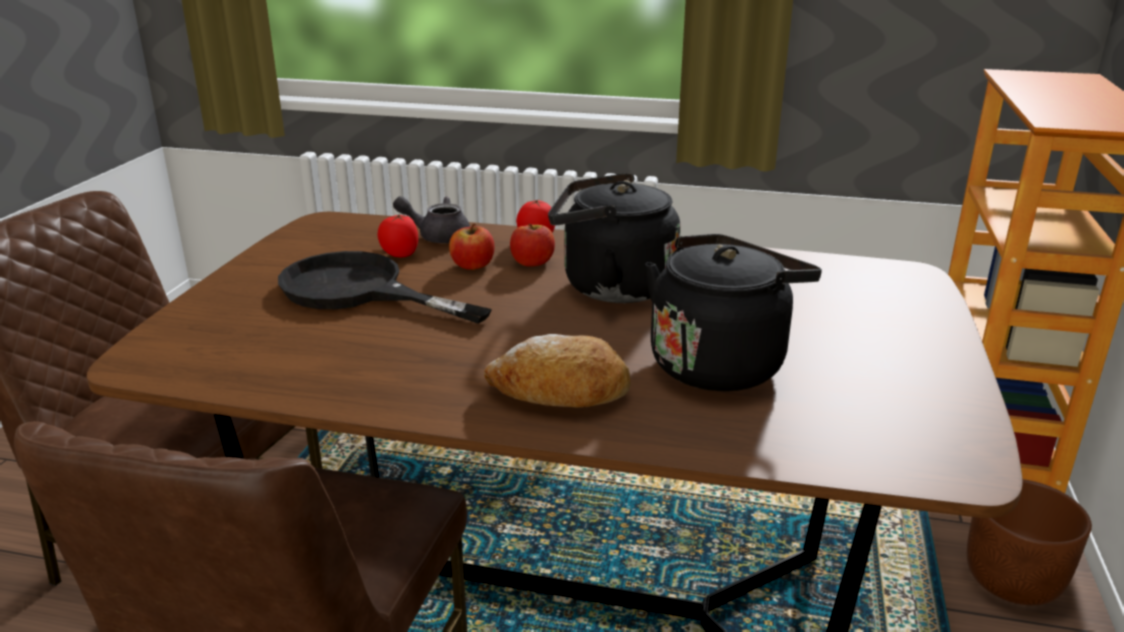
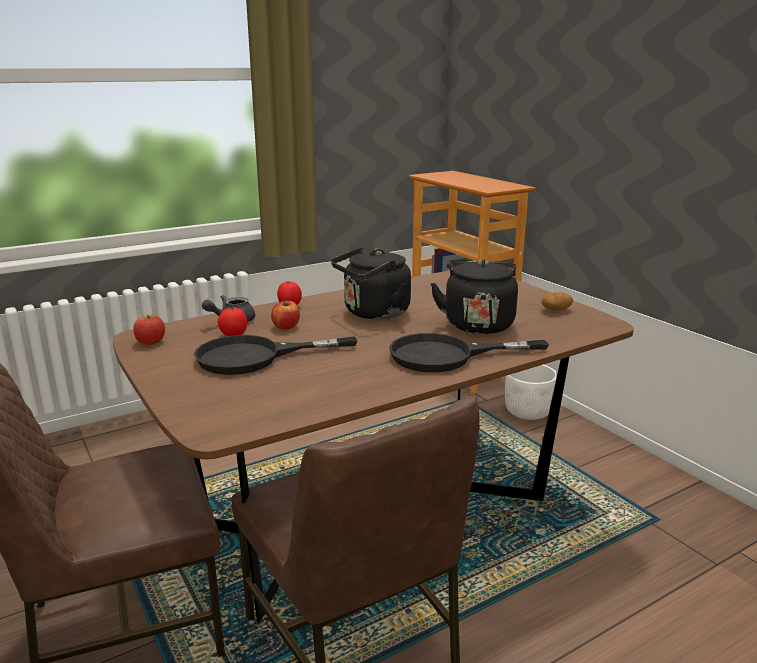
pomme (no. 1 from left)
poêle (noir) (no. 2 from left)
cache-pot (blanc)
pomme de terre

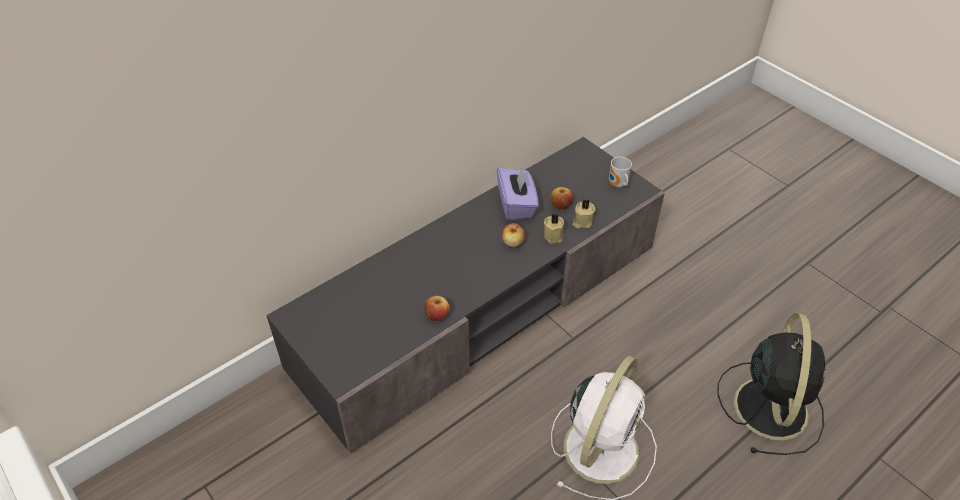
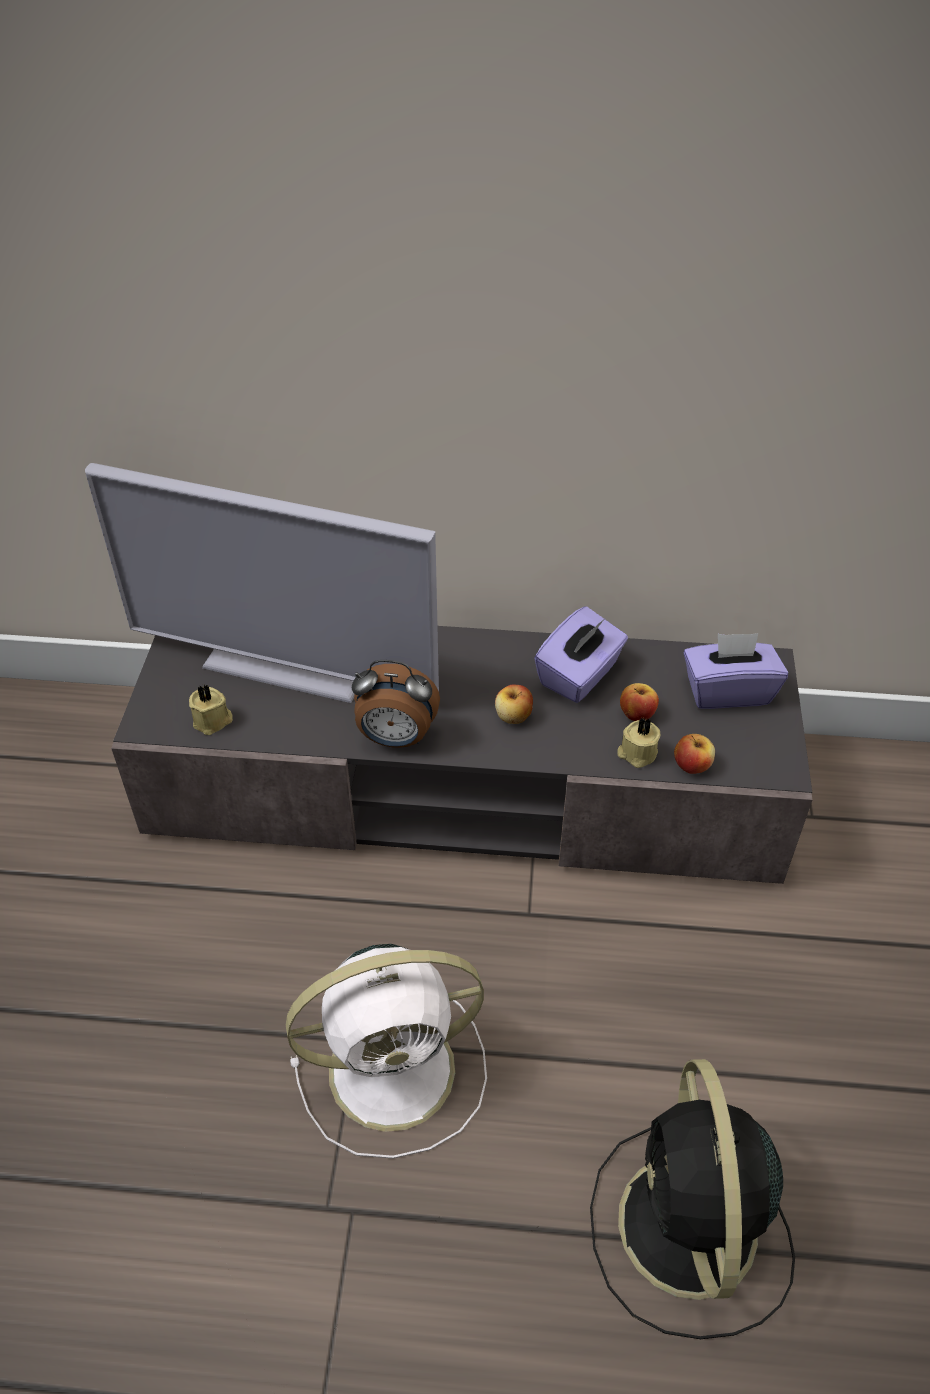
téléviseur
bougie (beige) (no. 1 from left)
réveil
ventilateur (noir)
pomme (no. 3 from left)
boîte à mouchoirs (violet) (no. 2 from left)
mug

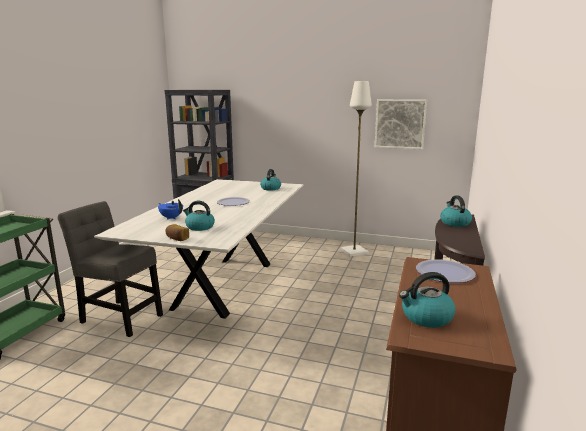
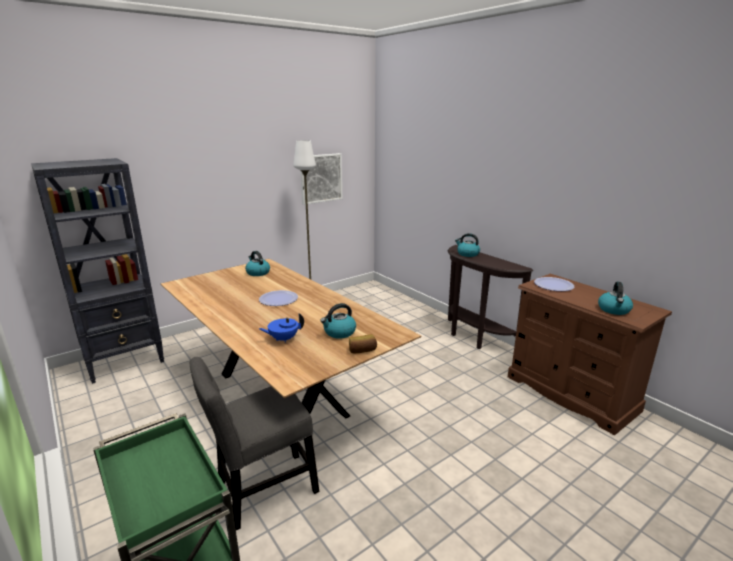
table à manger (marron)

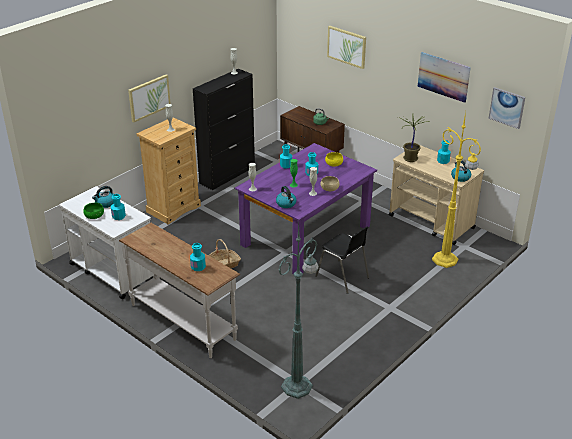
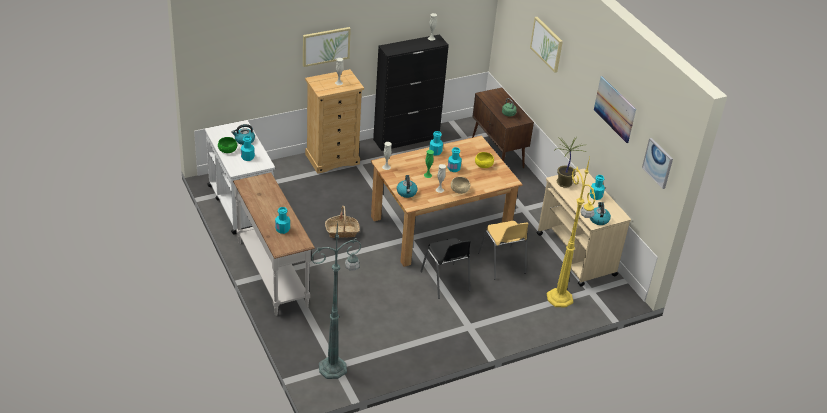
table à manger (marron)
chaise (jaune)

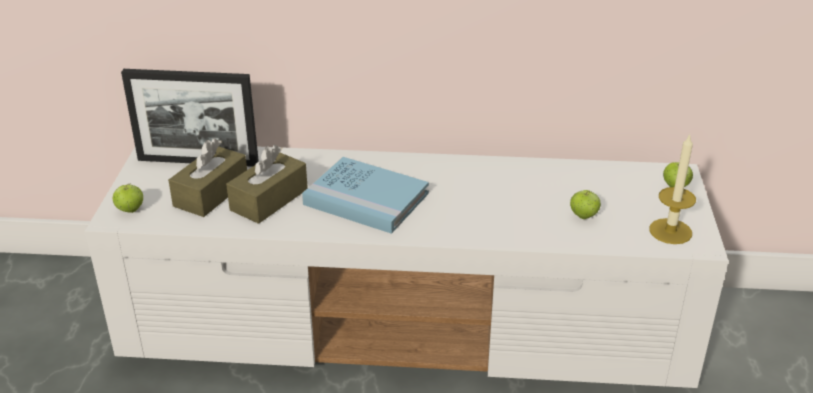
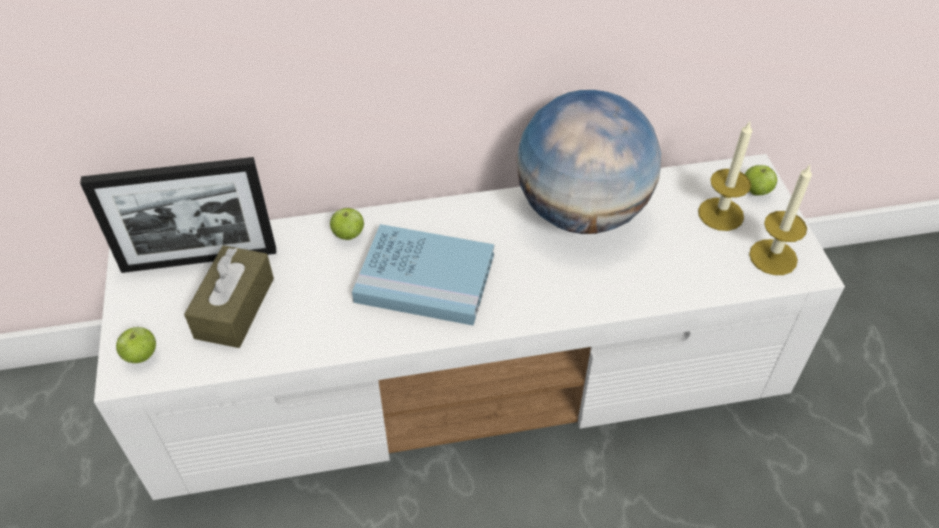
pomme (no. 2 from left)
globe
bougie (no. 1 from left)
boîte à mouchoirs (marron) (no. 2 from left in the first image)

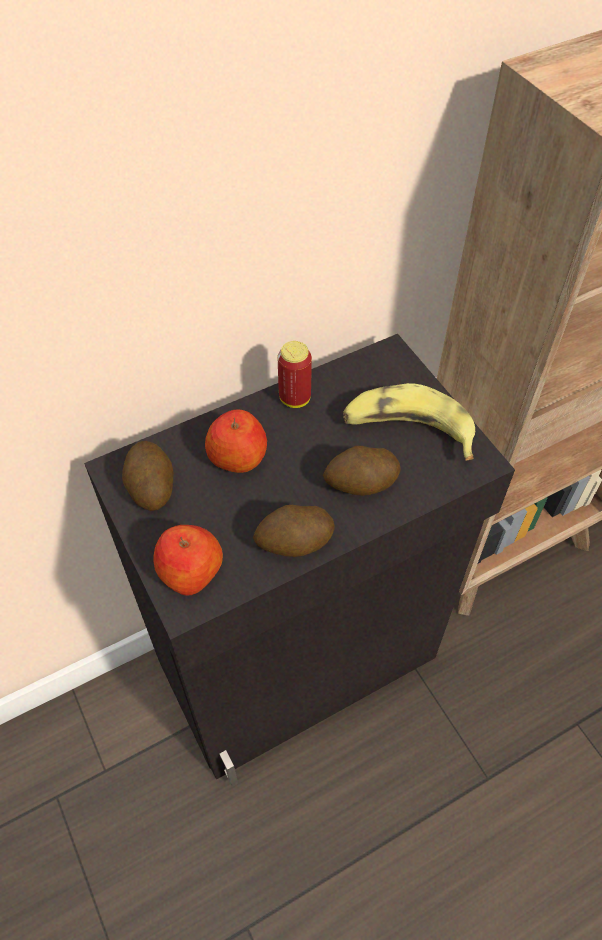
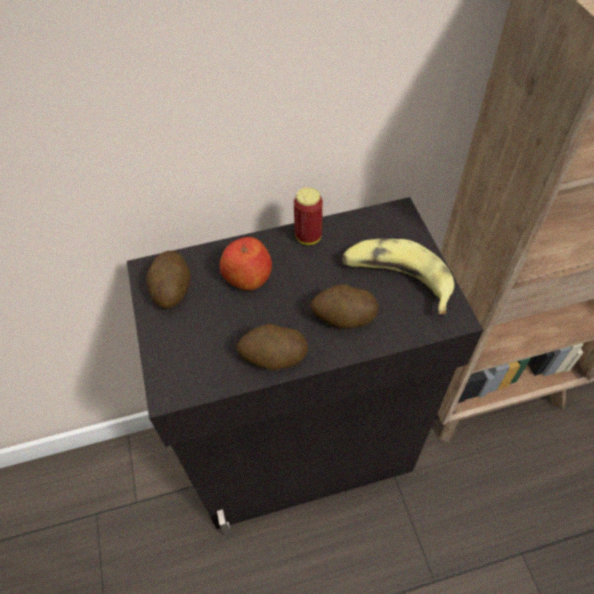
pomme (no. 1 from left in the first image)

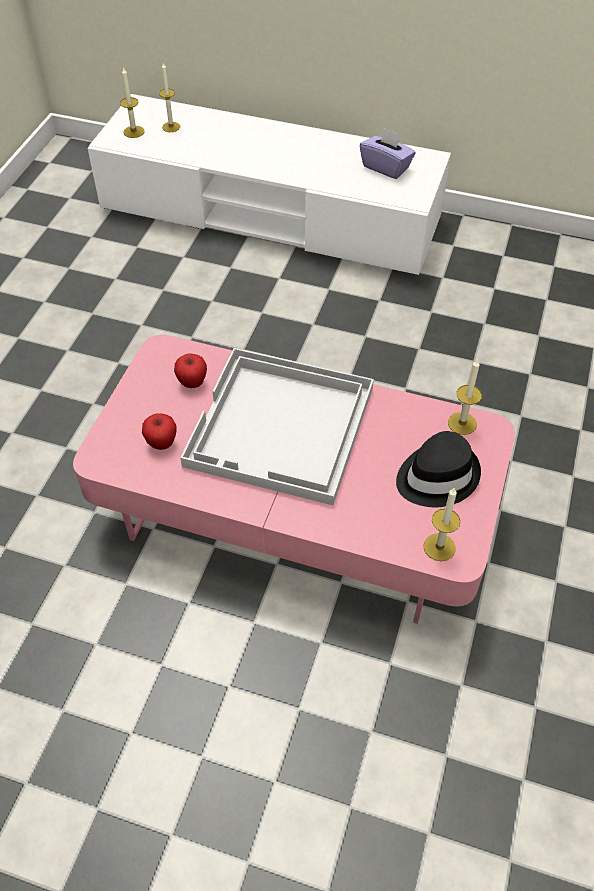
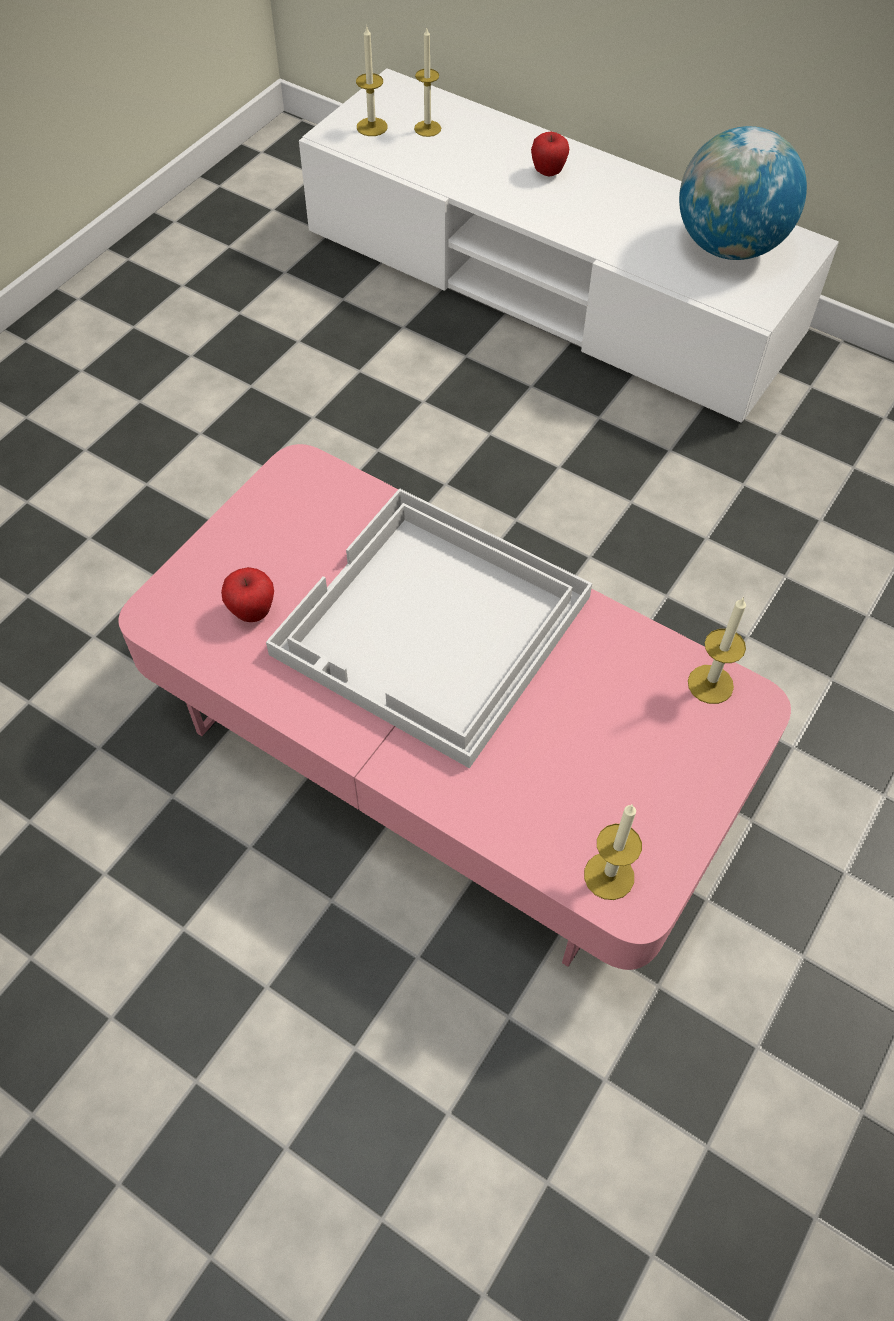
pomme (no. 2 from left)
globe
chapeau (noir)

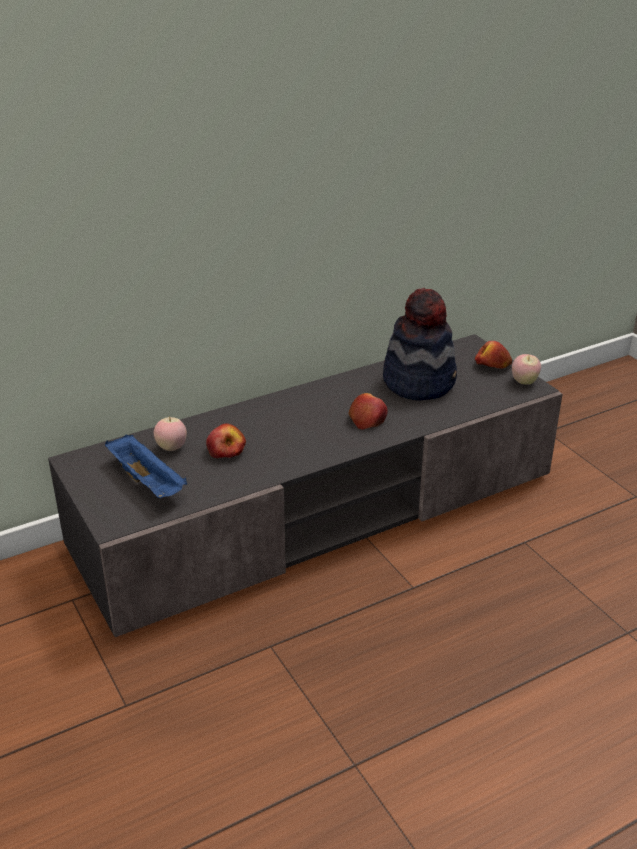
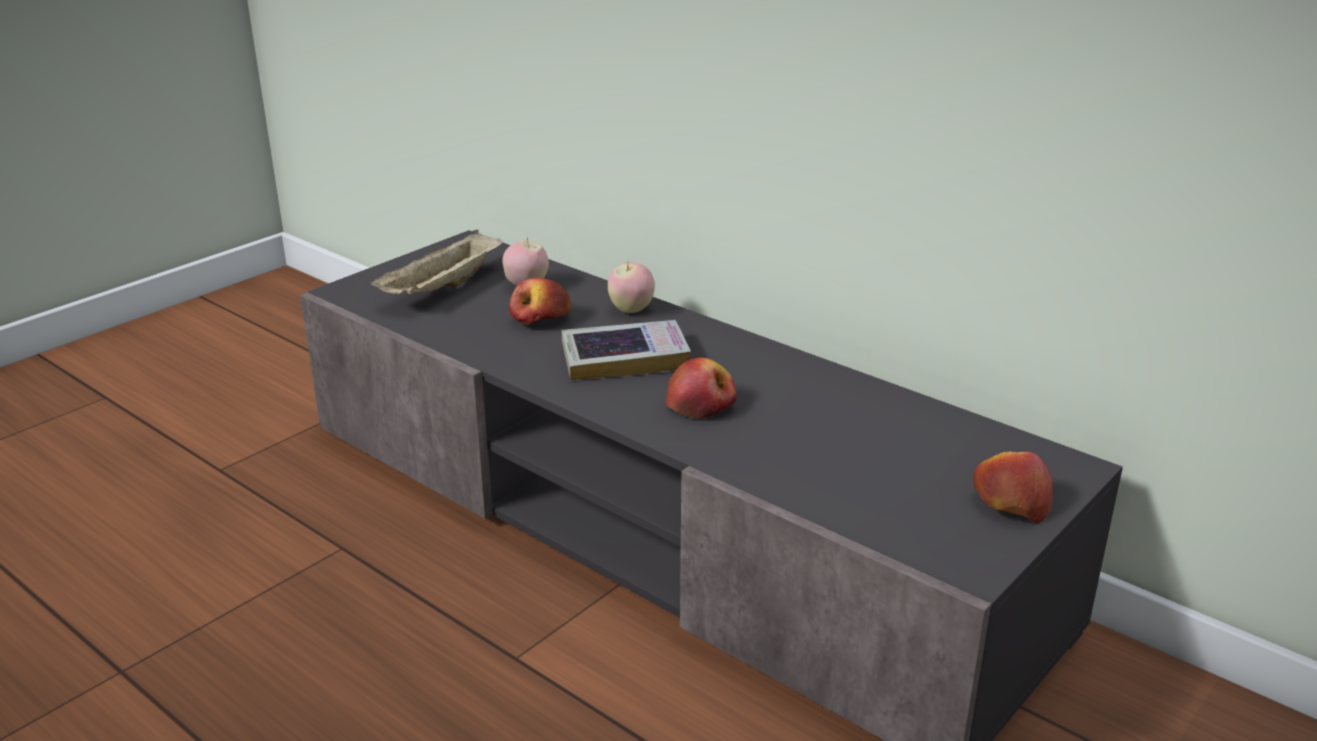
plateau (beige)
livre
pomme (no. 3 from left)
chapeau

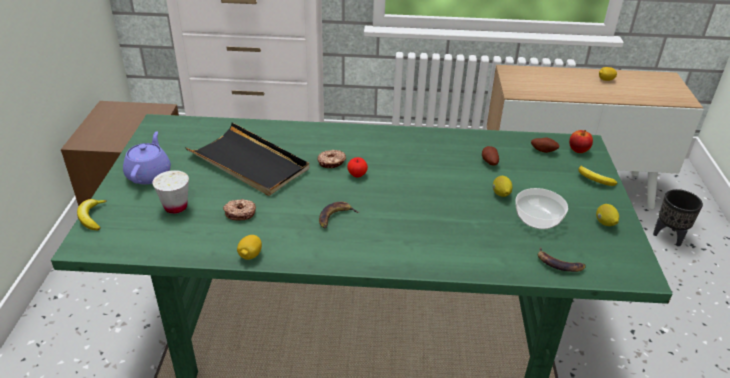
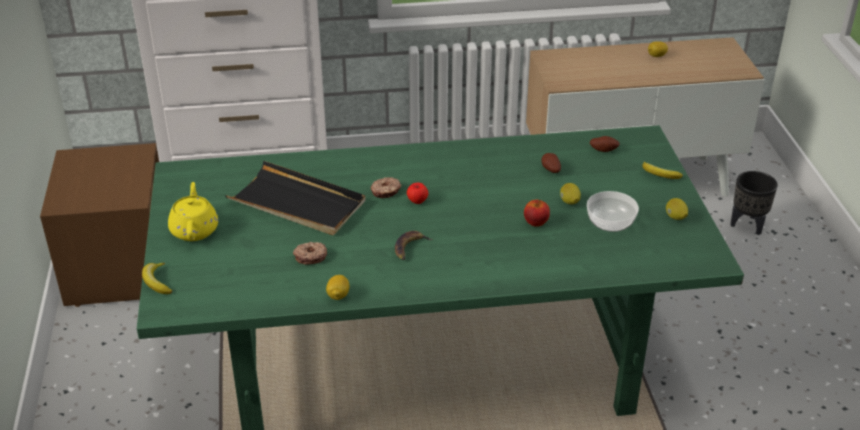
théière (jaune)
pomme (no. 2 from left)
tasse (blanc)
banane (no. 3 from left in the first image)

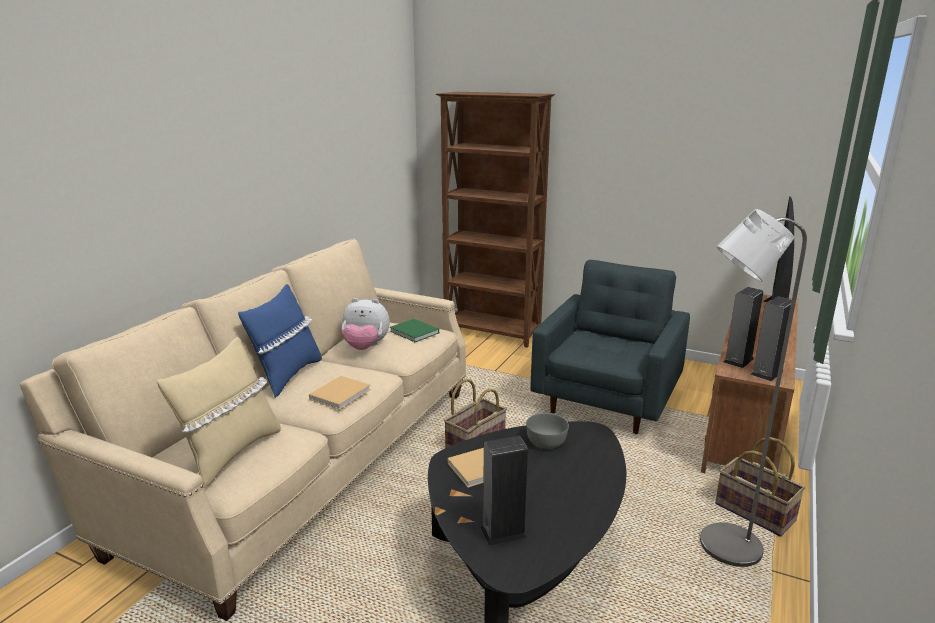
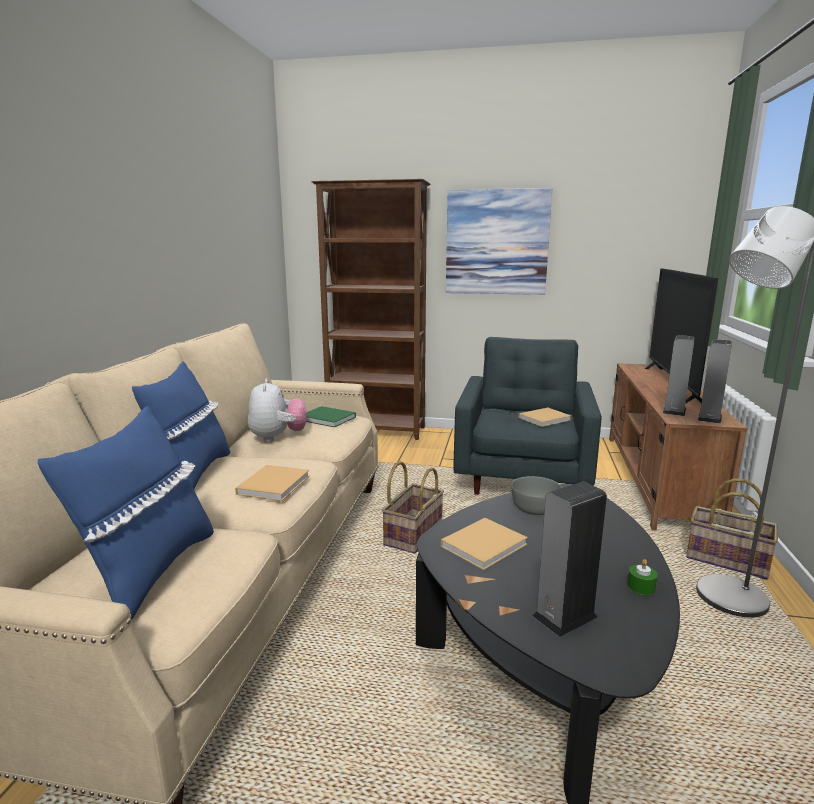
coussin (bleu) (no. 1 from left)
peluche
tableau
livre (beige) (no. 3 from left)
bougie (vert)

